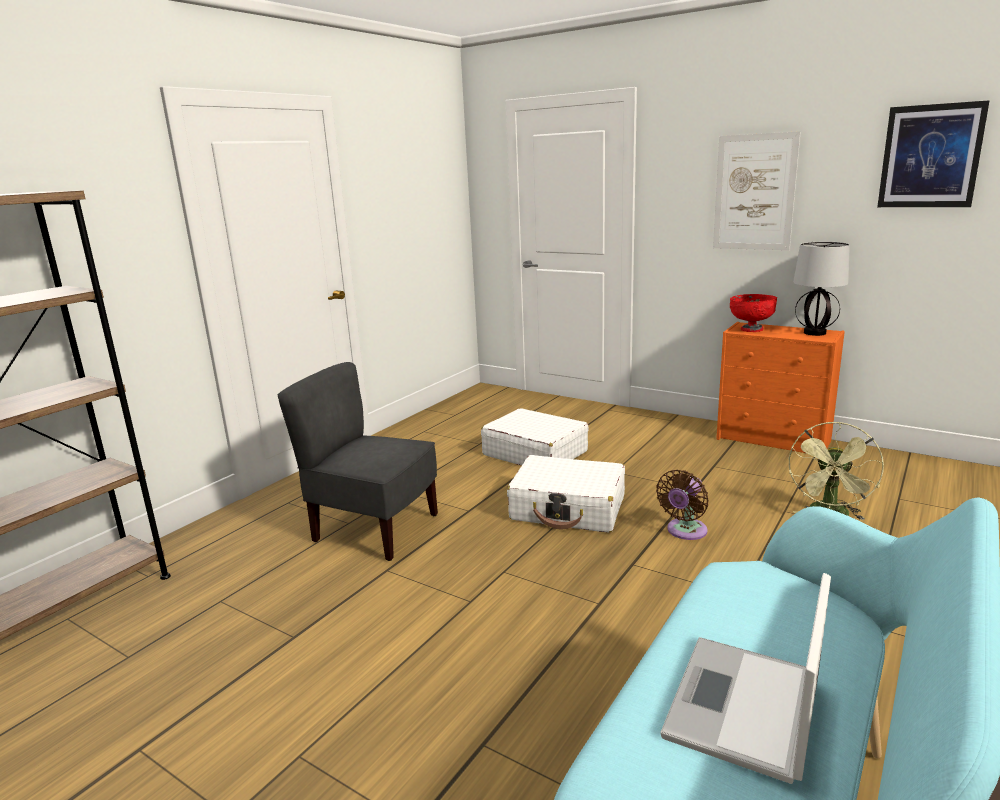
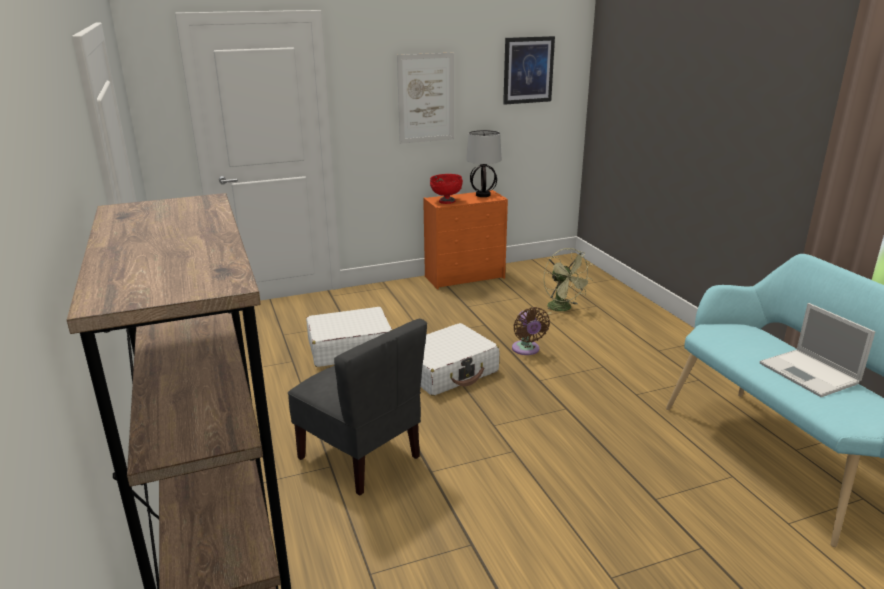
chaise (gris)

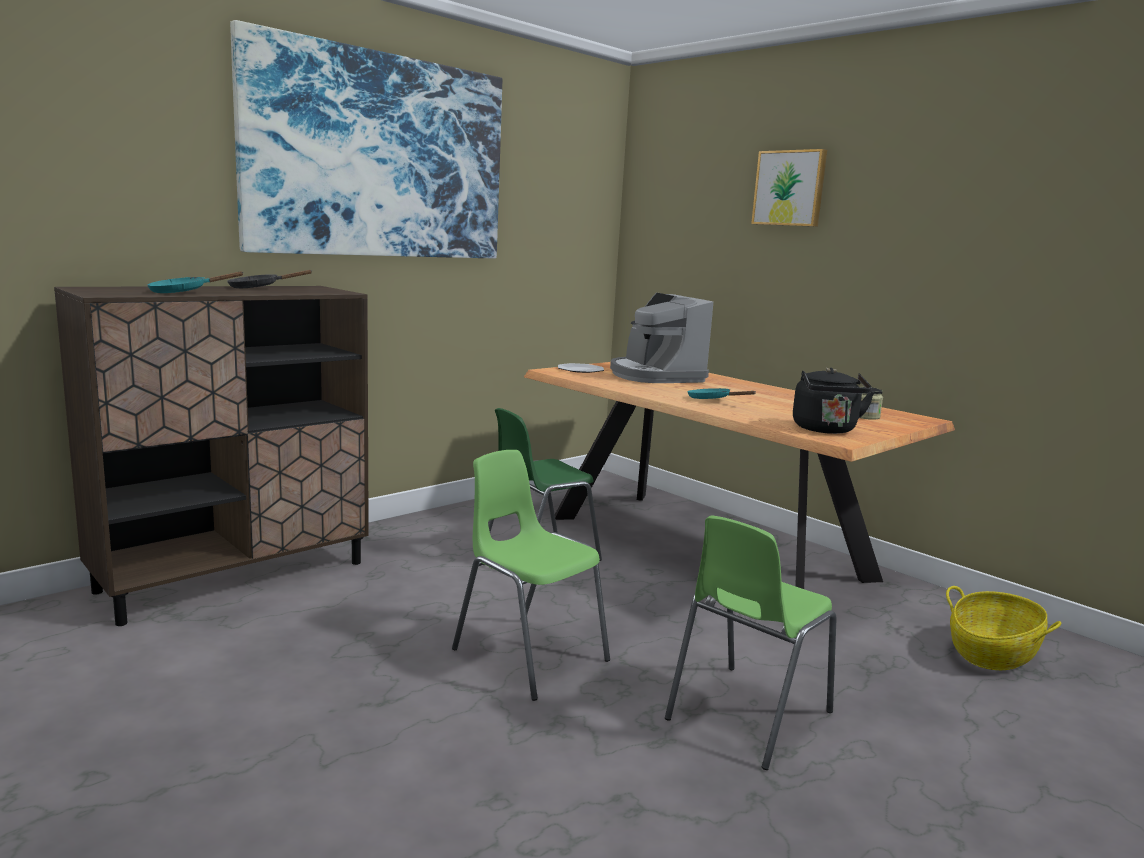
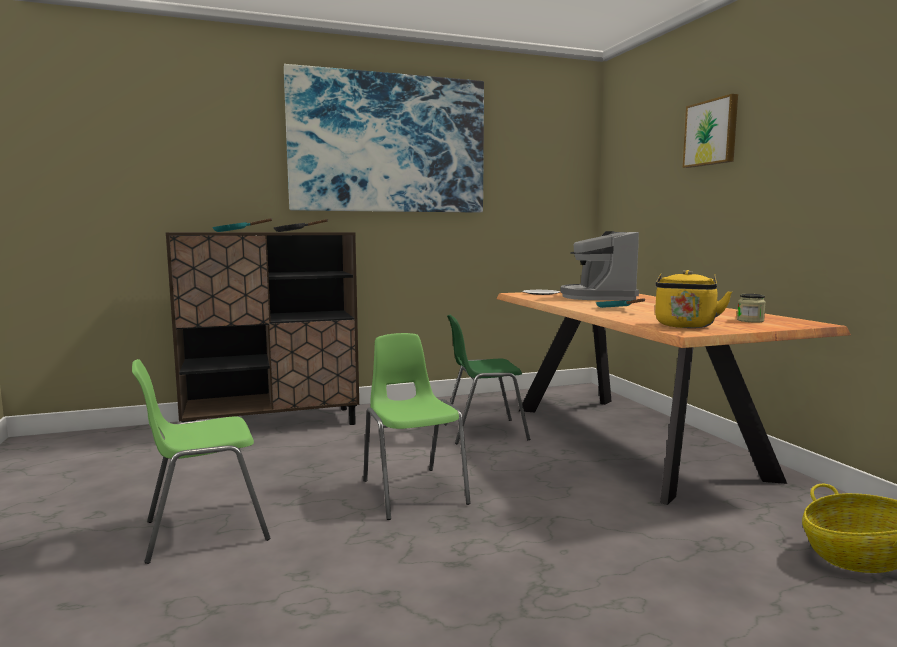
chaise (vert) (no. 1 from left)
bouilloire (jaune)

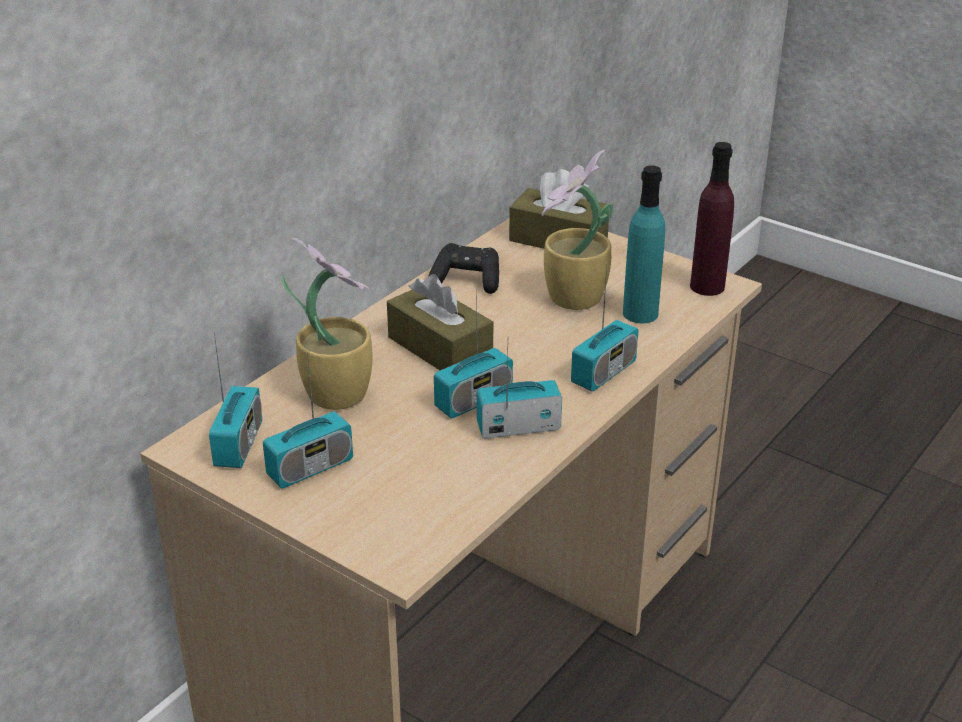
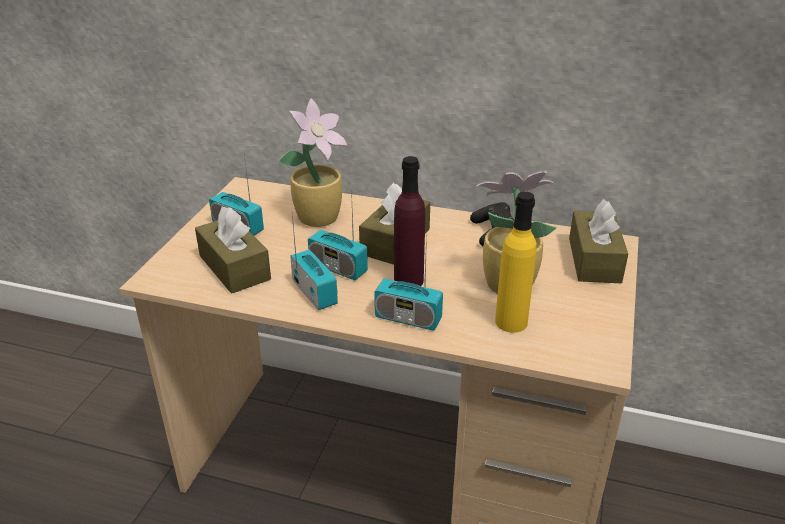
boîte à mouchoirs (marron) (no. 1 from left)
bouteille (violet)
bouteille (jaune)
radio (no. 1 from left in the first image)

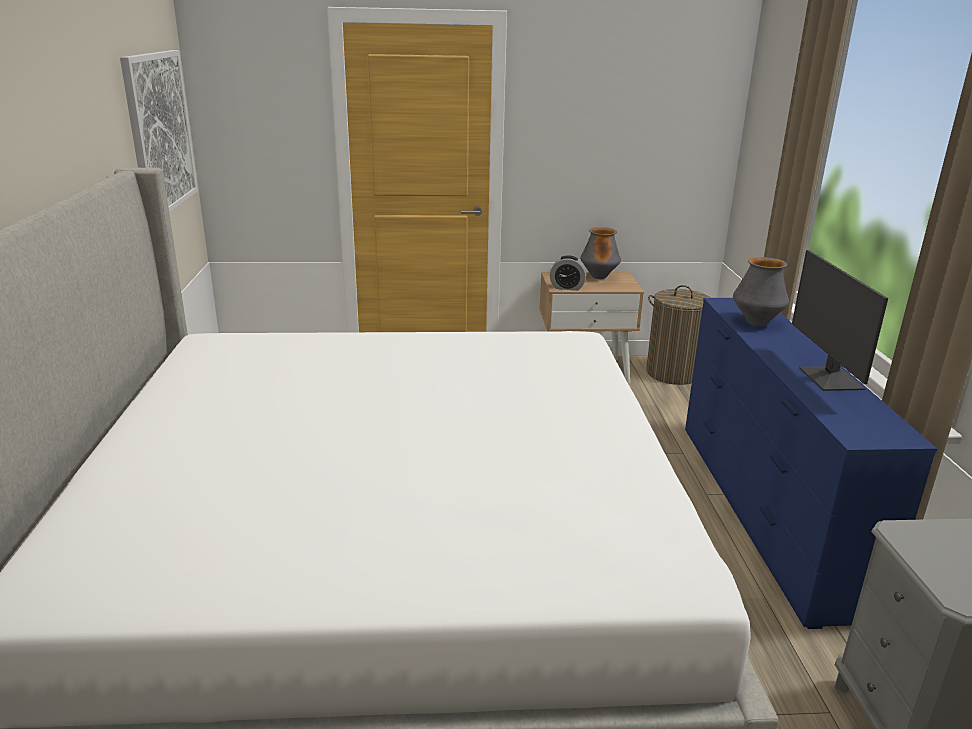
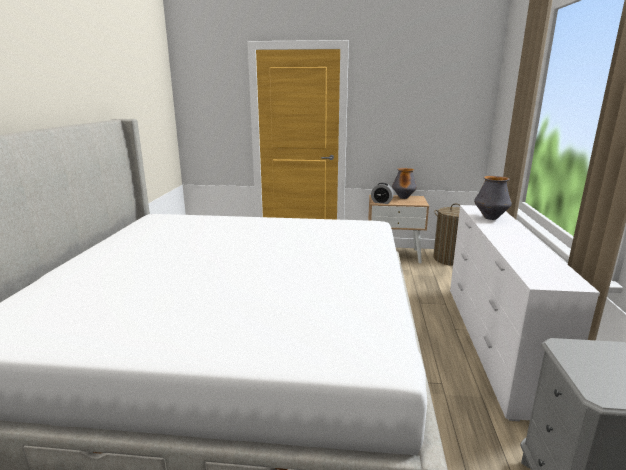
commode (blanc)
tableau
écran d'ordinateur

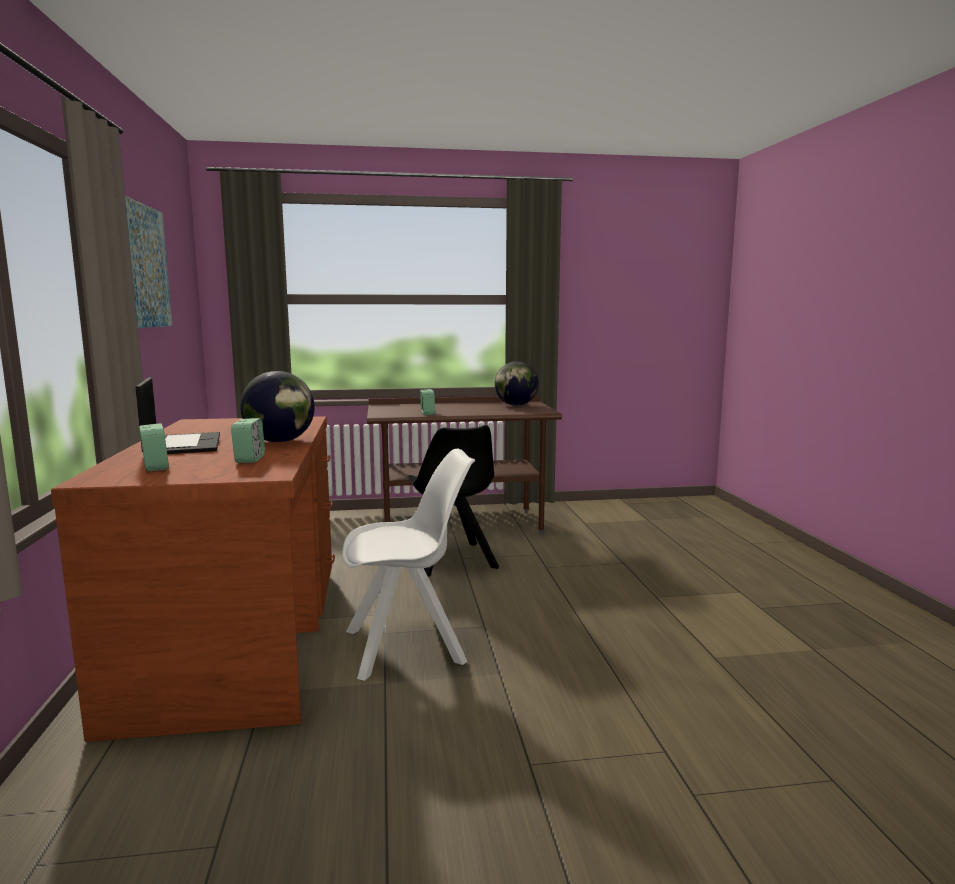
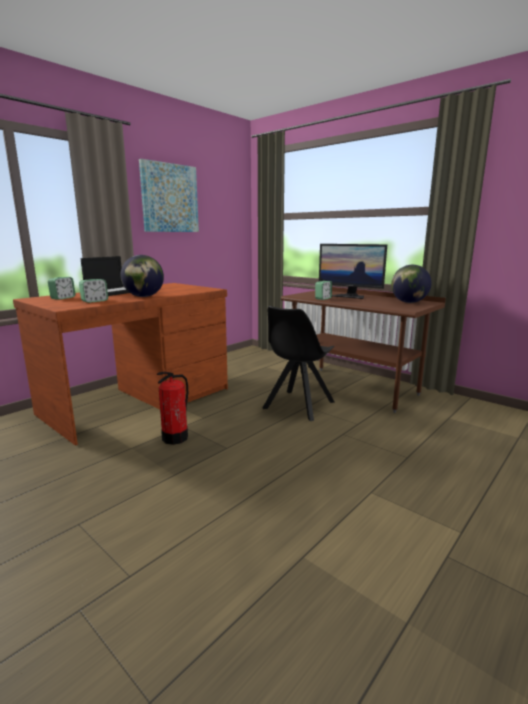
extincteur
écran d'ordinateur

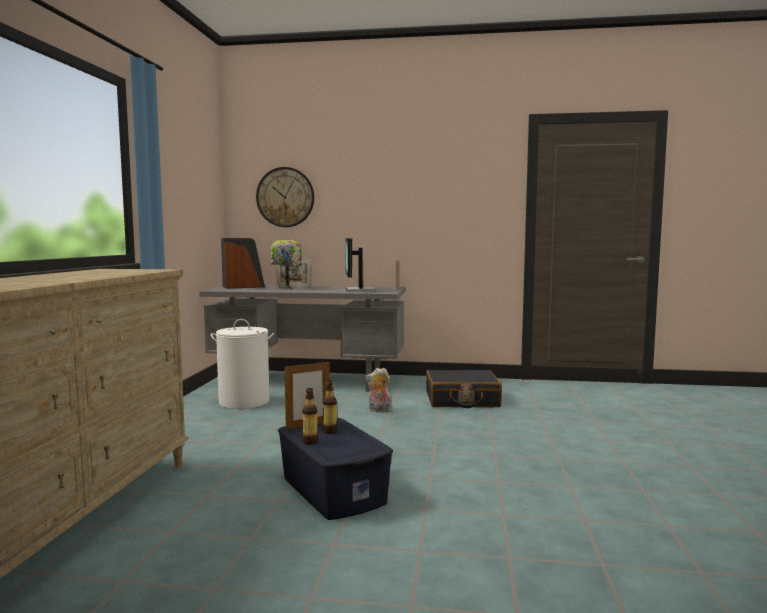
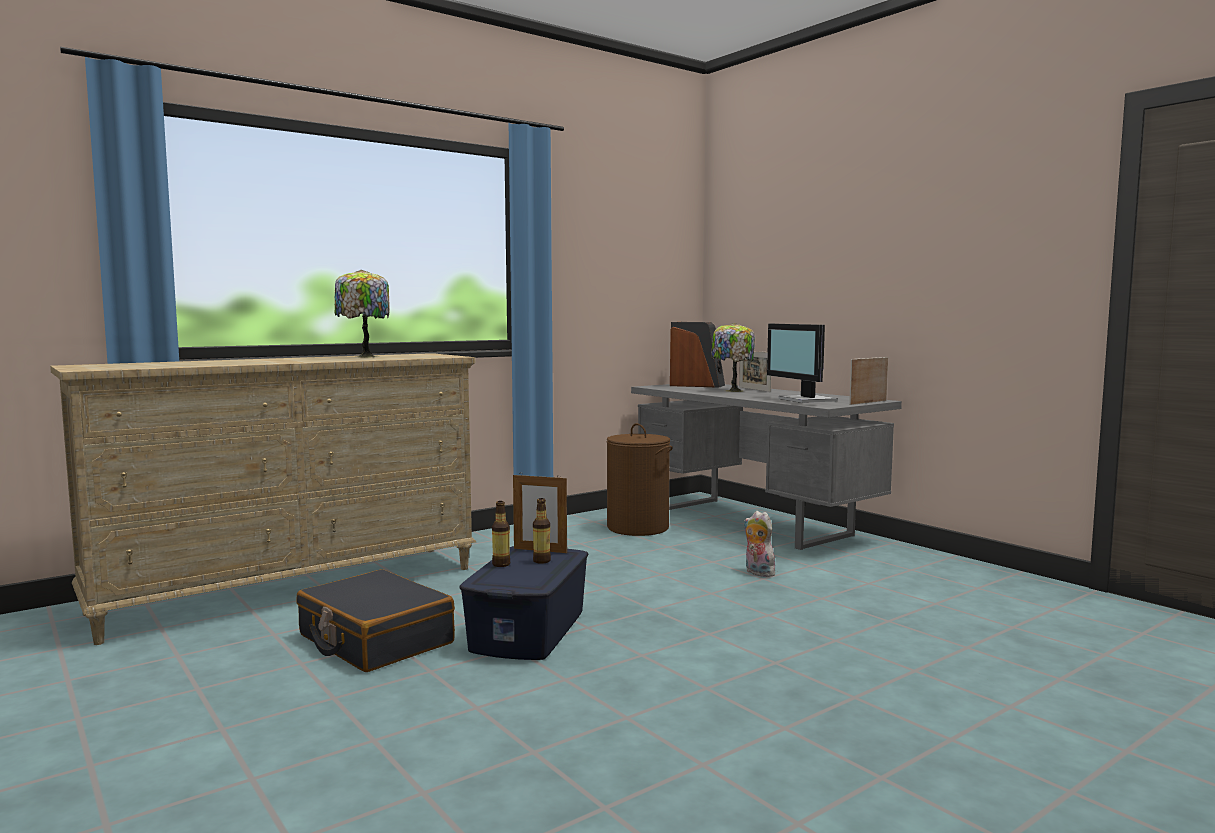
valise (noir)
lampe de table (no. 1 from left)
panier à linge (marron)
écran d'ordinateur
horloge murale

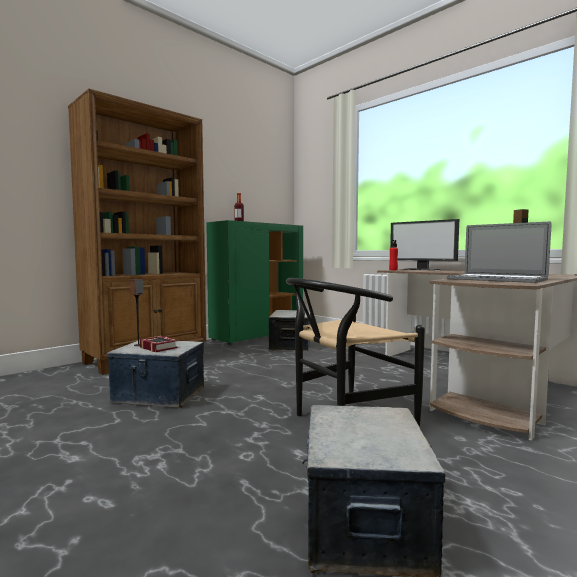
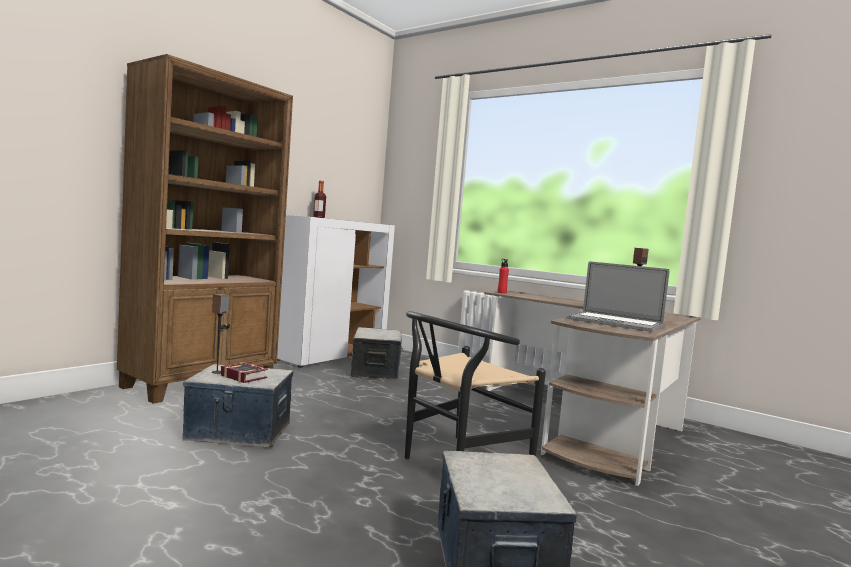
meuble de rangement (blanc)
écran d'ordinateur

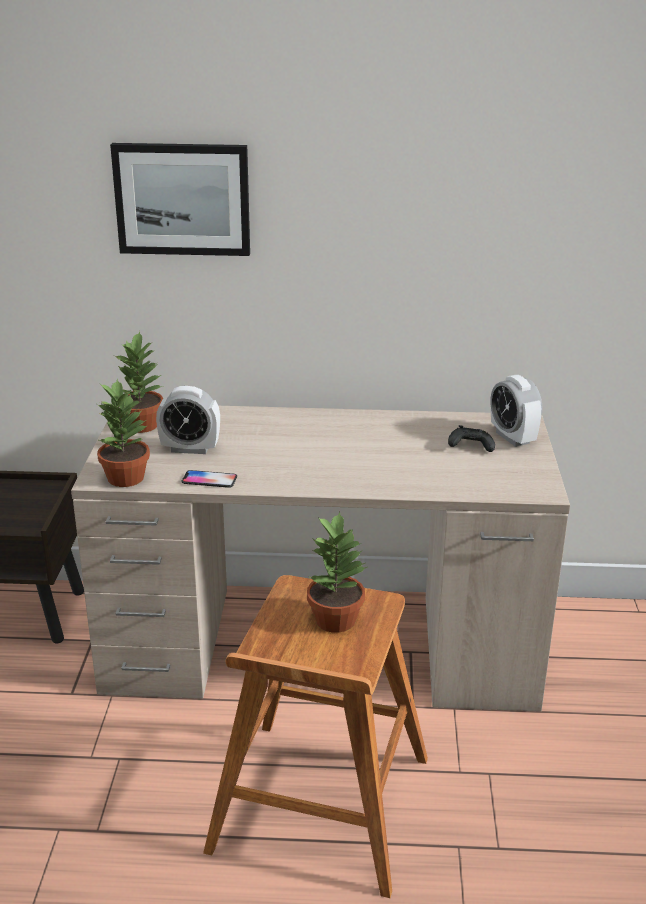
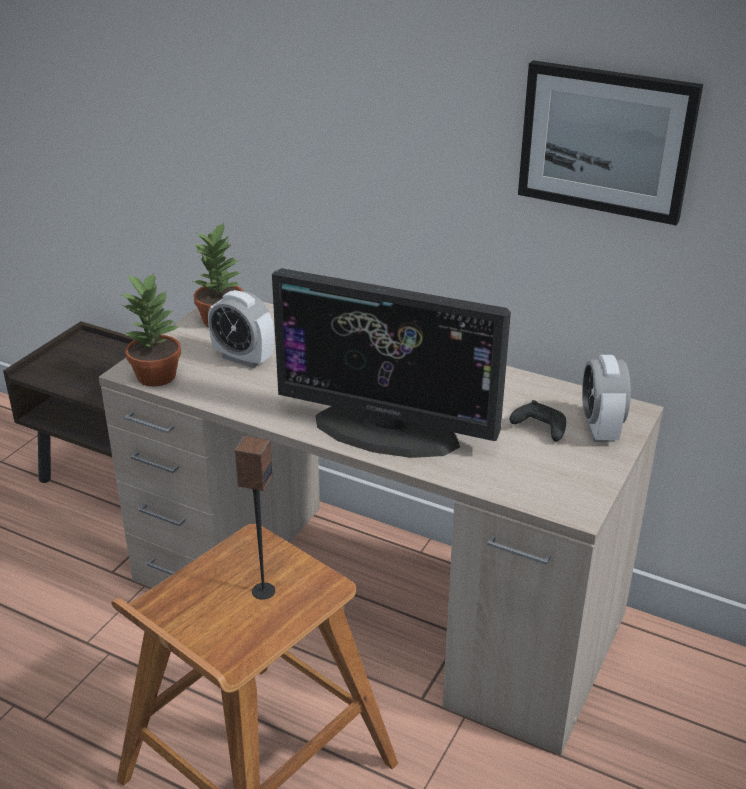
enceinte
écran d'ordinateur
tableau
téléphone

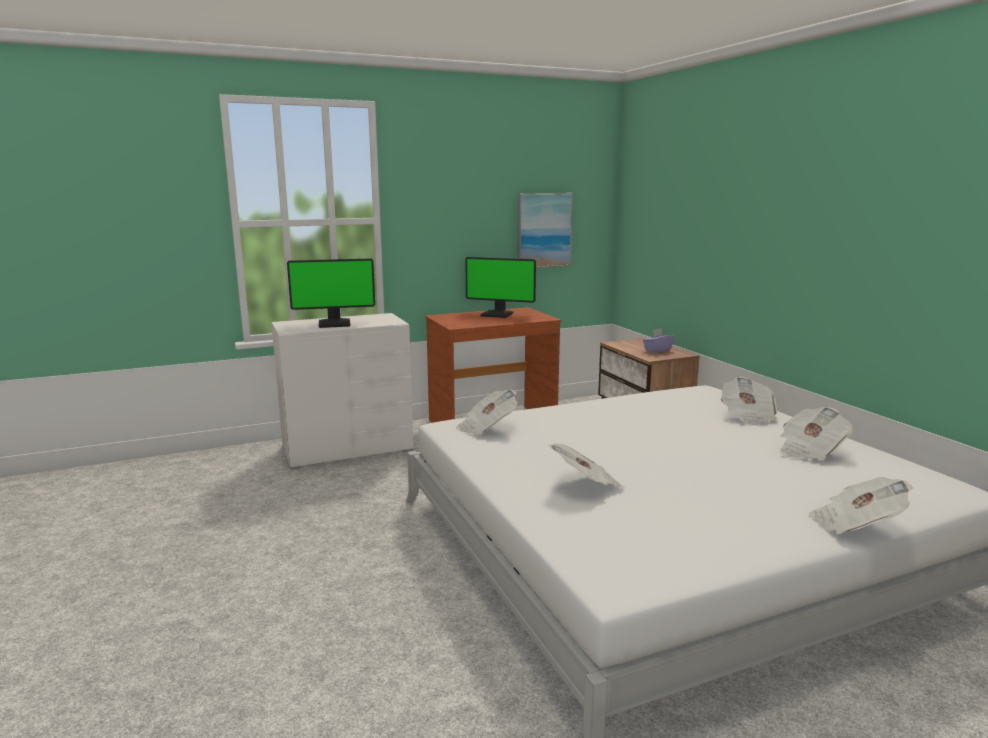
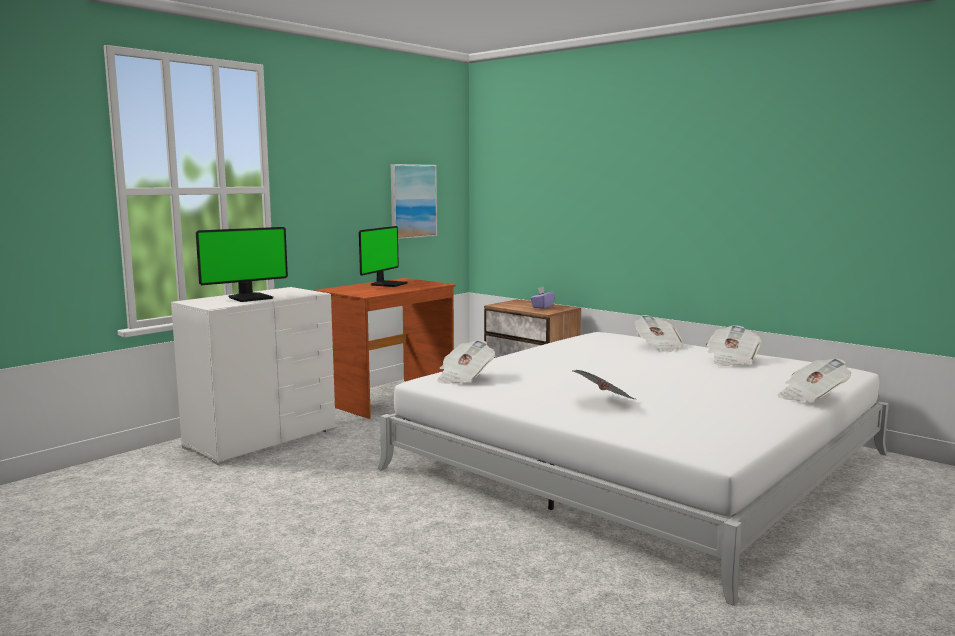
écran d'ordinateur (no. 2 from left)

